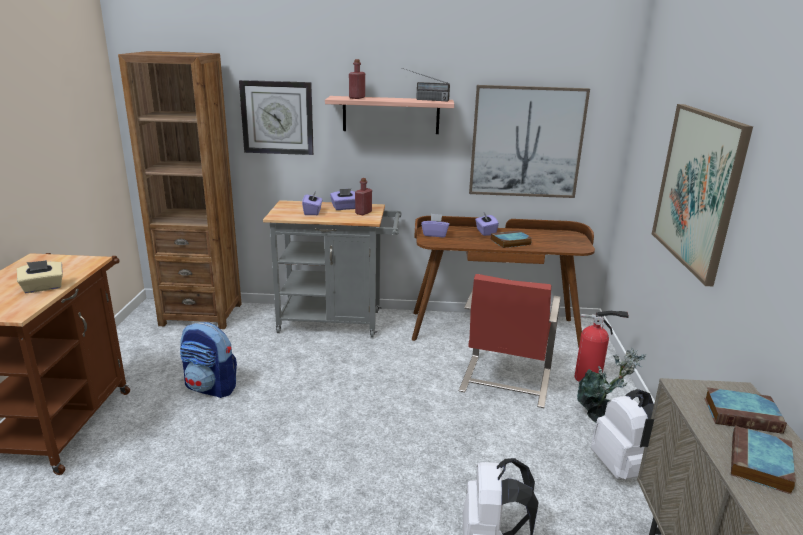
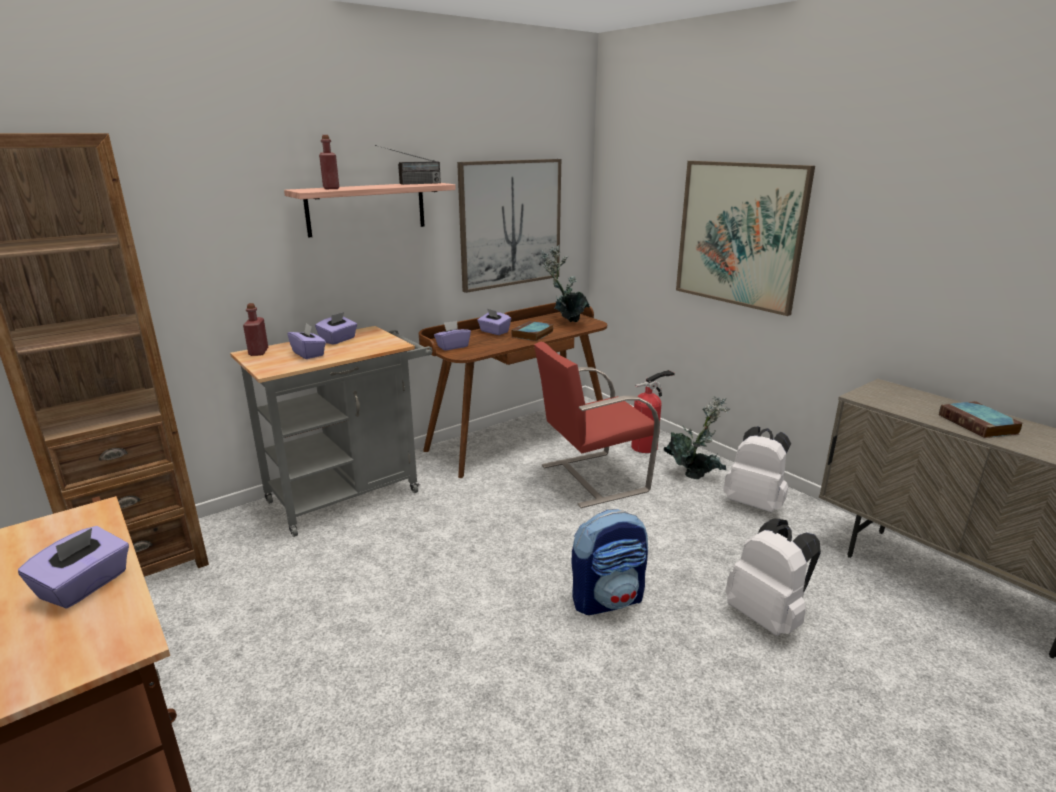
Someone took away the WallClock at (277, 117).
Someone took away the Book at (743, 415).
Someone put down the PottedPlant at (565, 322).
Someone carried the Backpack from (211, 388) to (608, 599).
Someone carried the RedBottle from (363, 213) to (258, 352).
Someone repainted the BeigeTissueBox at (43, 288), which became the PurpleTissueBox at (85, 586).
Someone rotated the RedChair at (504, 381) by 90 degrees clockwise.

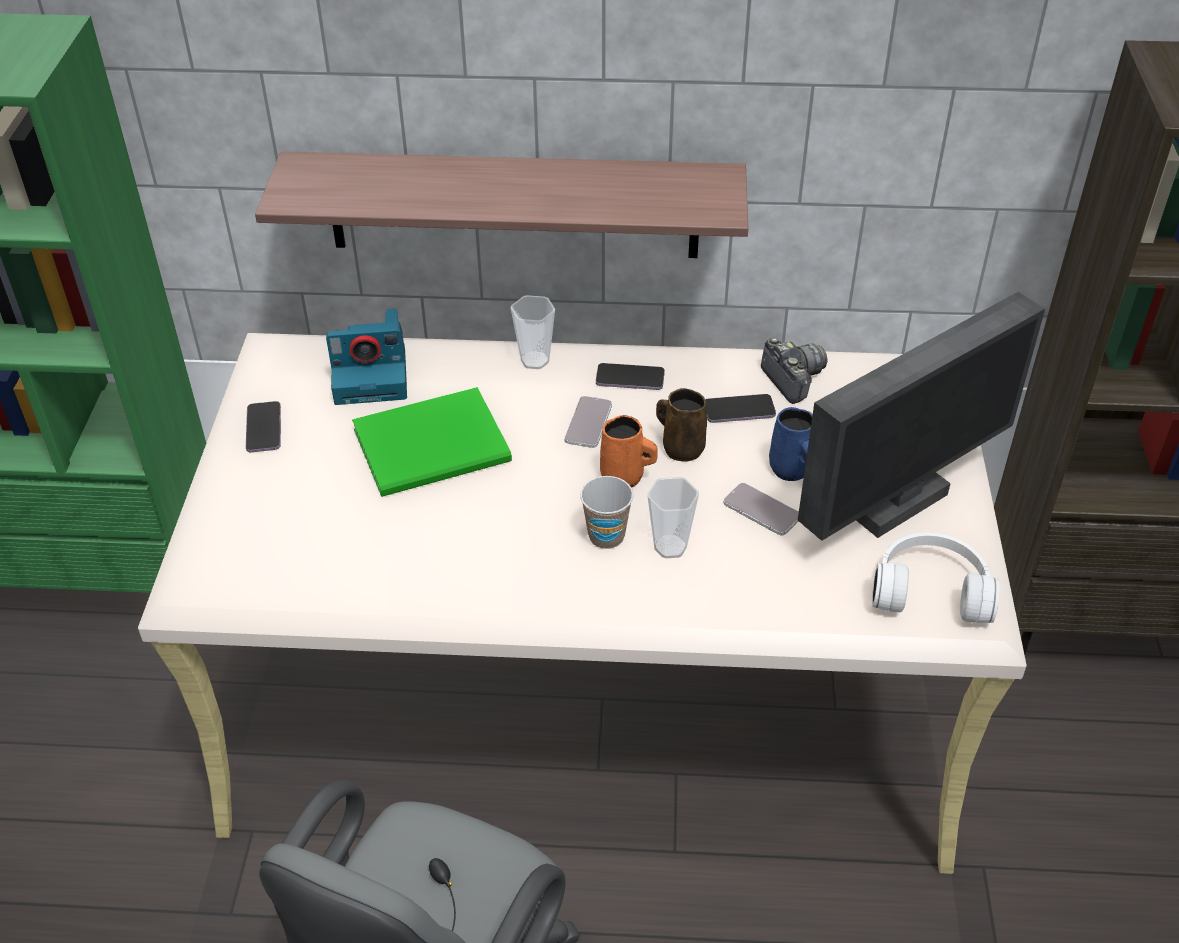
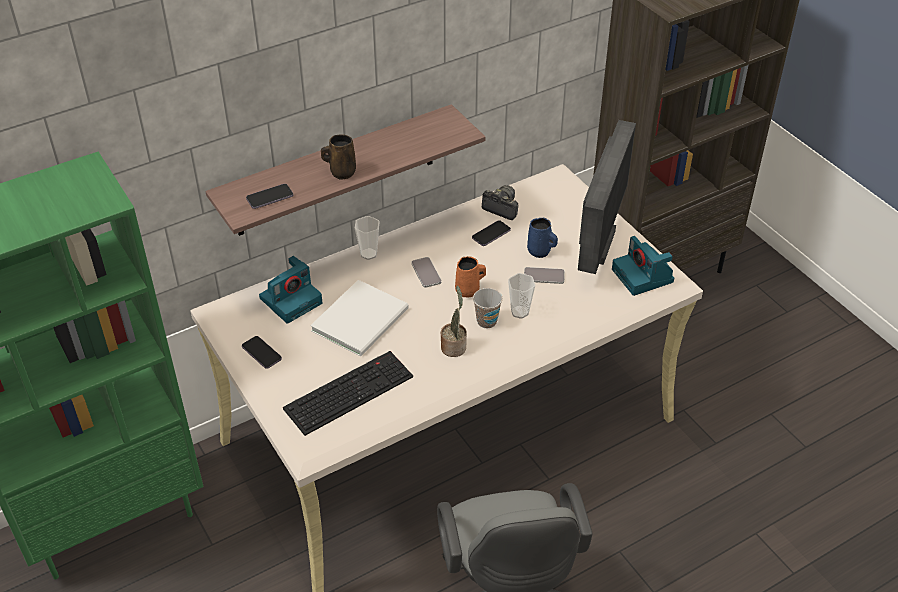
Someone put down the Keyboard at (349, 391).
Someone put down the PottedPlant at (454, 346).
Someone carried the Phone from (630, 378) to (269, 197).
Someone carried the BrownMug from (681, 448) to (341, 172).
Someone swapped the WhiteHeadphones at (930, 589) for the PhotoCamera at (643, 276).
Someone repainted the GreenBook at (437, 447), which became the WhiteBook at (363, 319).

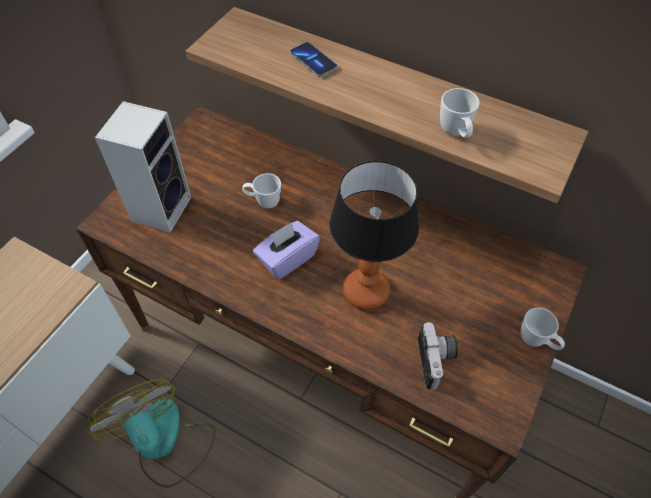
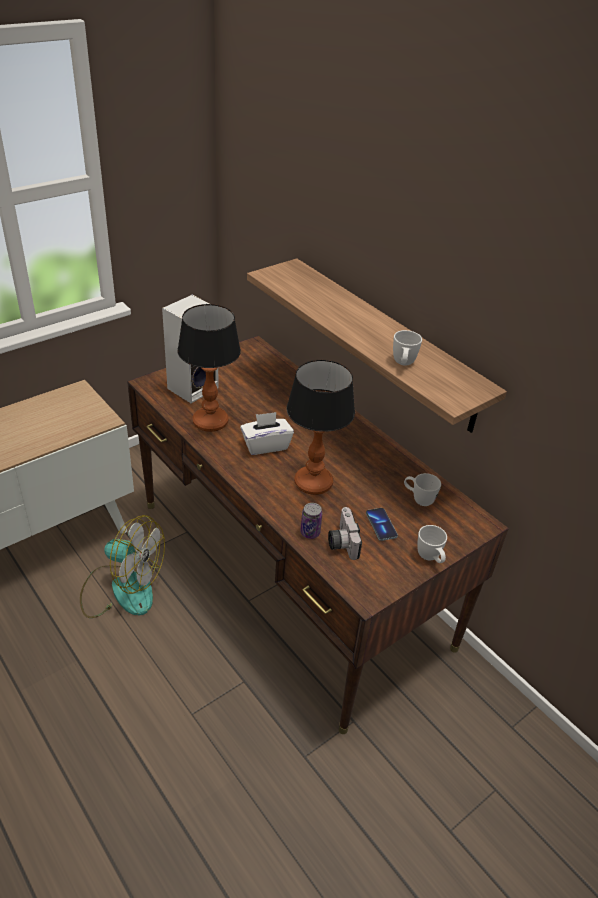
Someone put down the TableLamp at (209, 422).
Someone put down the Can at (310, 532).
Someone carried the WhiteMug from (263, 202) to (418, 499).
Someone carried the Phone from (313, 61) to (381, 525).
Someone repainted the PurpleTissueBox at (287, 259), which became the WhiteTissueBox at (265, 445).
Someone rotated the Fan at (164, 442) by 120 degrees clockwise.
Someone rotated the PhotoCamera at (437, 361) by 150 degrees clockwise.

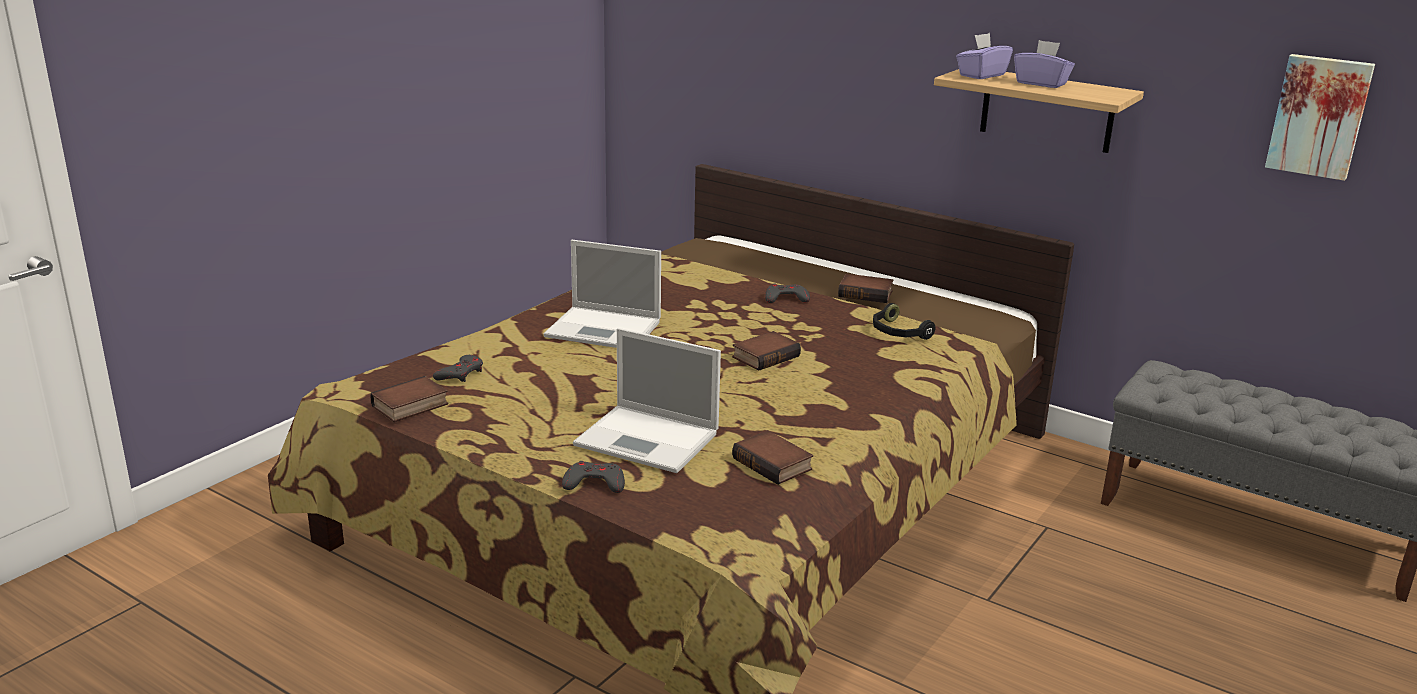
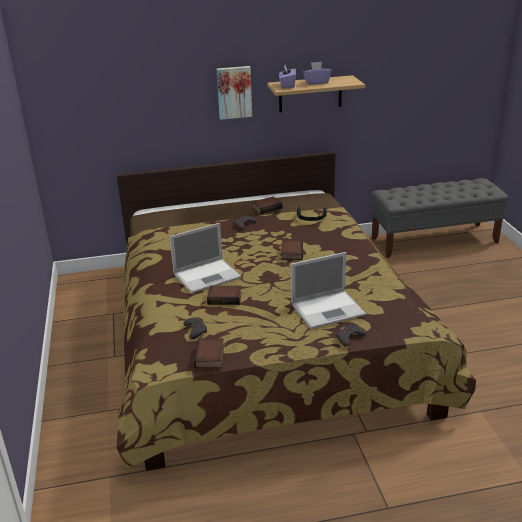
Someone carried the Book from (774, 464) to (225, 298).
Someone carried the Picture from (1319, 116) to (234, 92).

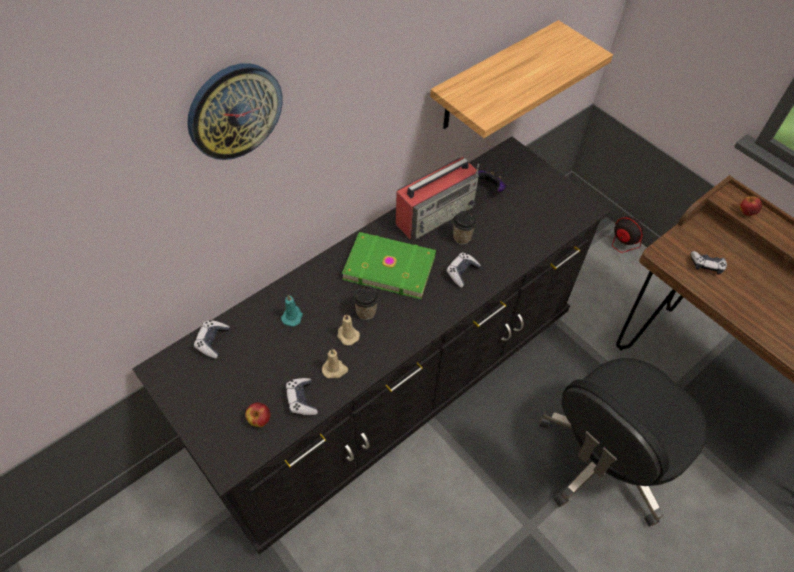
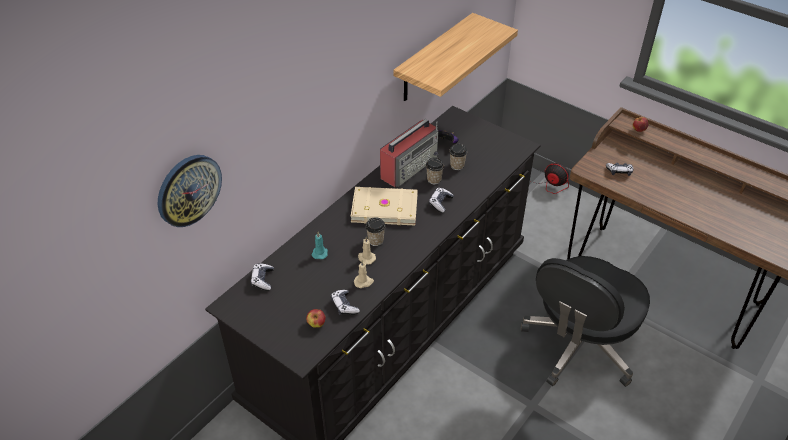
Someone put down the Cup at (457, 166).
Someone carried the WallClock from (234, 111) to (188, 190).
Someone repainted the GreenBook at (389, 266), which became the BeigeBook at (384, 207).

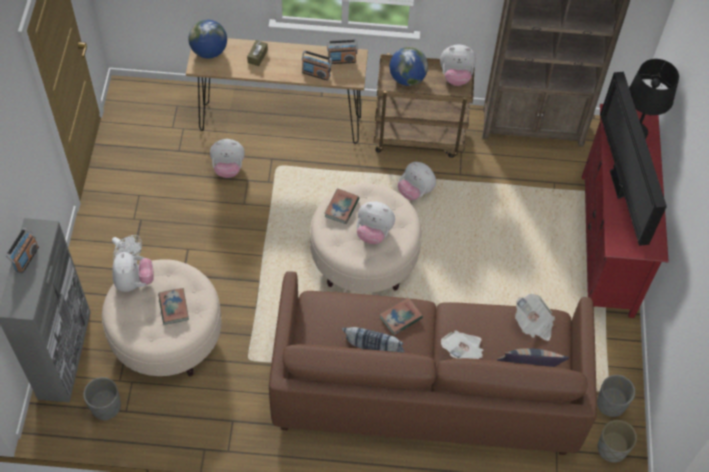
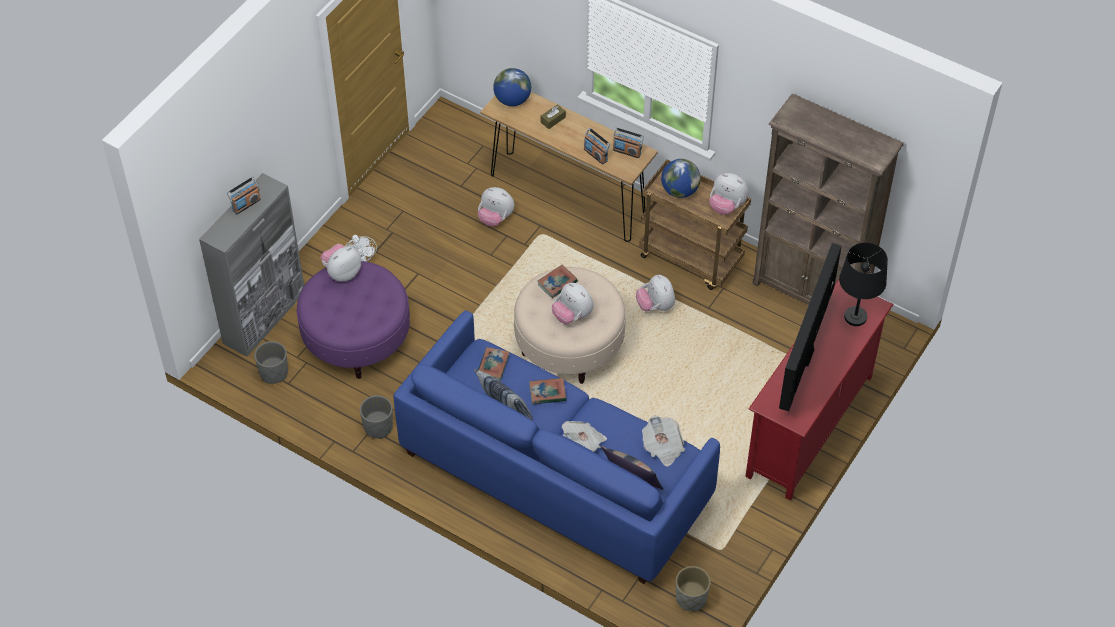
Someone carried the Book from (173, 307) to (493, 365).
Someone carried the GreyPlanter from (610, 404) to (378, 427).
Someone repainted the BeigeOttoman at (167, 337), which became the PurpleOttoman at (357, 338).
Someone repainted the BrownSofa at (426, 387), which became the BlueSofa at (555, 475).
Someone rotated the PlushToy at (134, 282) by 150 degrees counterclockwise.

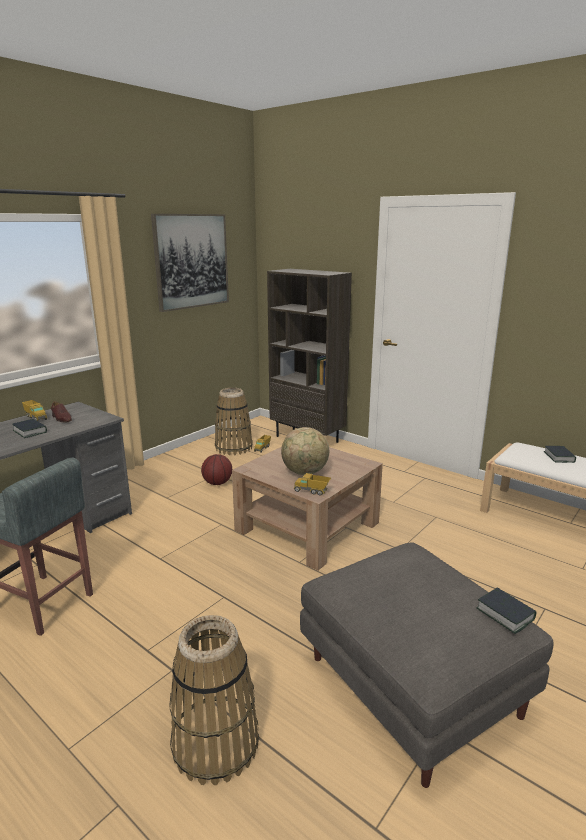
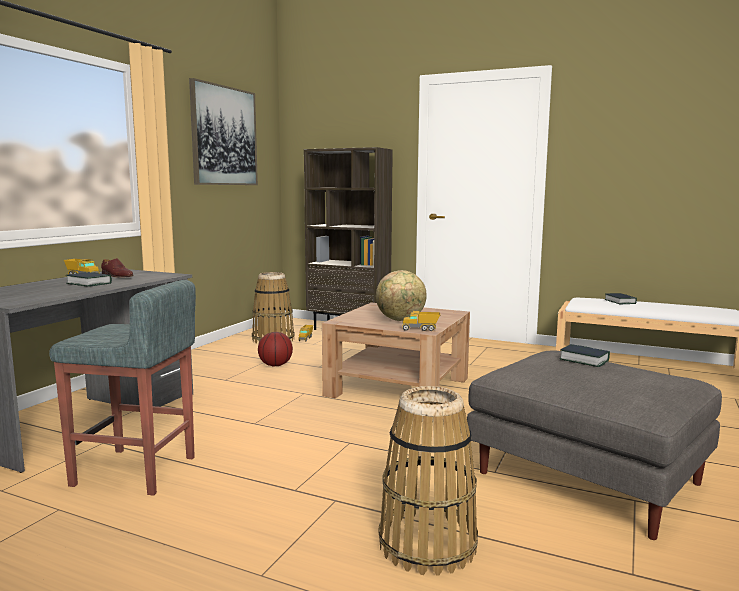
Someone carried the Book from (505, 614) to (584, 360).

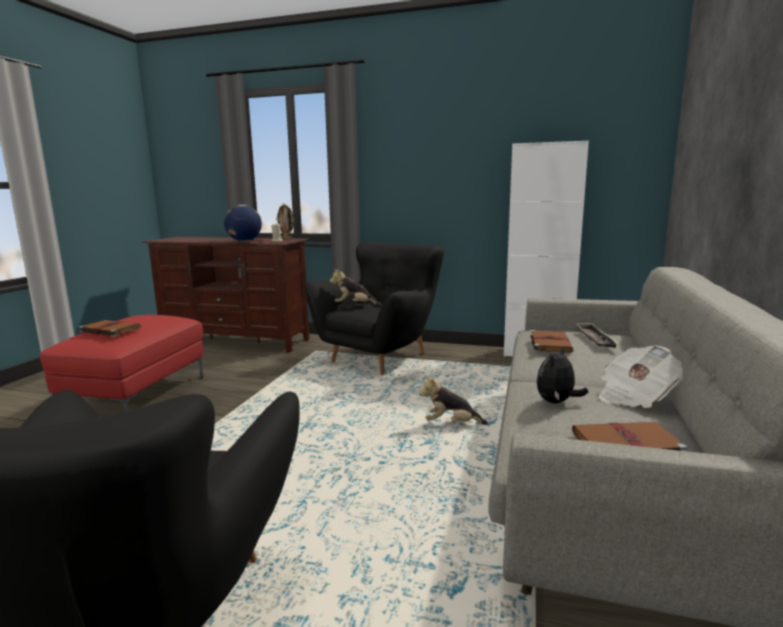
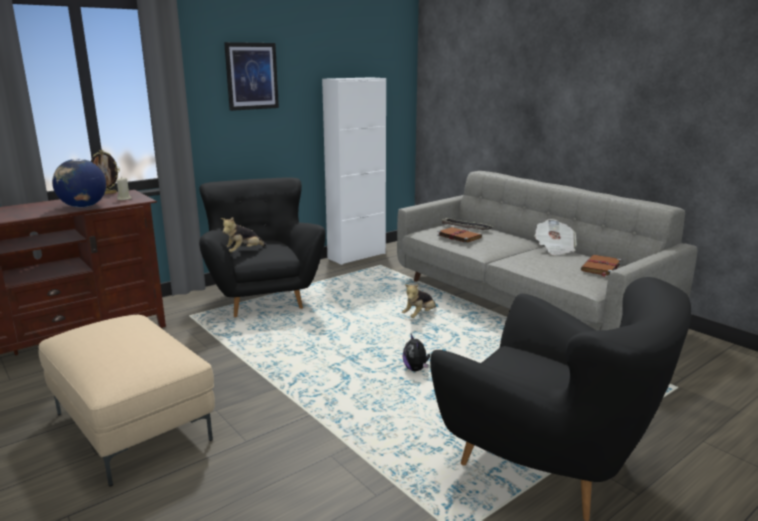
Someone took away the BrownBook at (109, 330).
Someone put up the Picture at (252, 76).
Someone carried the PlushToy from (557, 402) to (416, 369).
Someone repainted the RedOttoman at (137, 396), which became the BeigeOttoman at (134, 426).

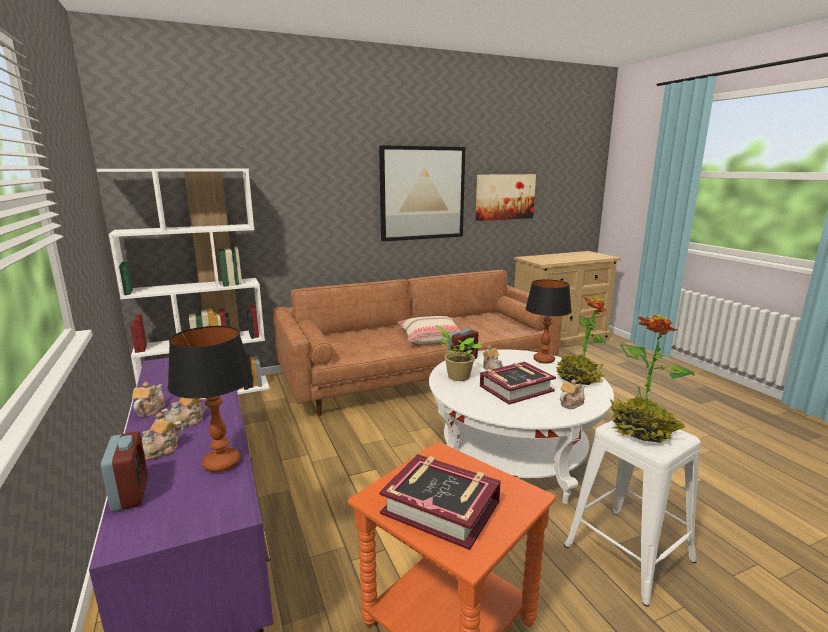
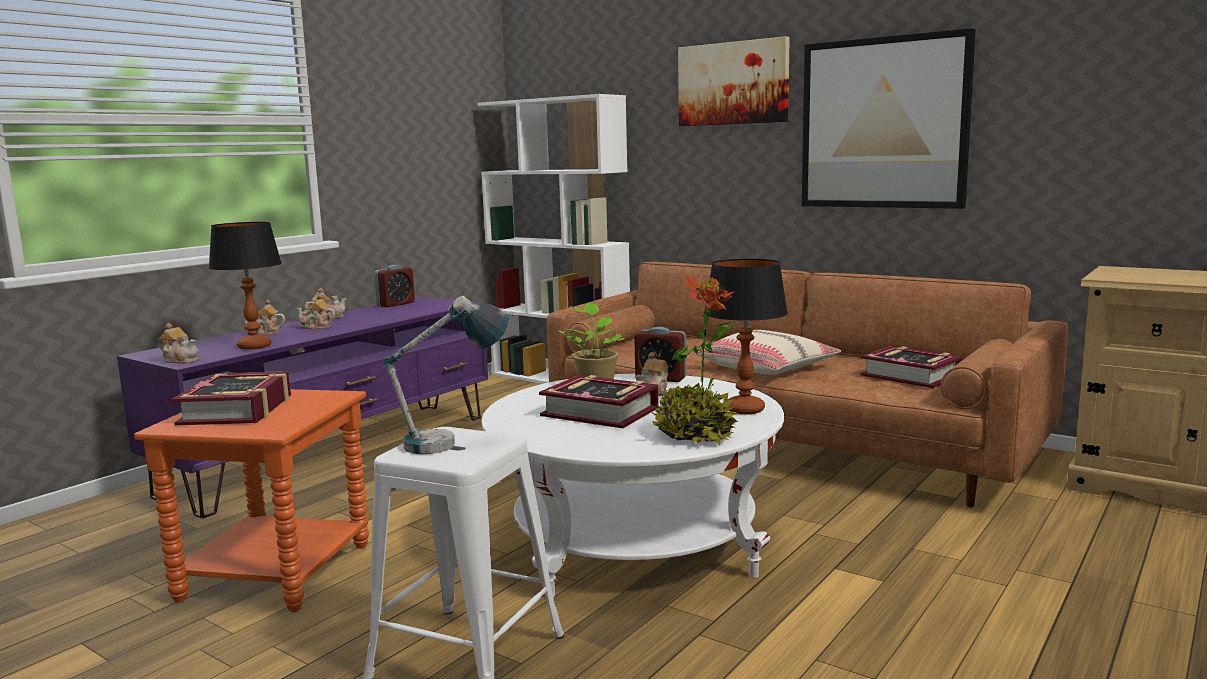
Someone put down the Book at (911, 376).
Someone carried the AlarmClock from (130, 493) to (396, 304).
Someone carried the Picture from (504, 197) to (733, 83).
Someone carried the Teapot from (570, 404) to (181, 360).
Someone swapped the PottedPlant at (642, 432) for the TableLamp at (452, 443).

